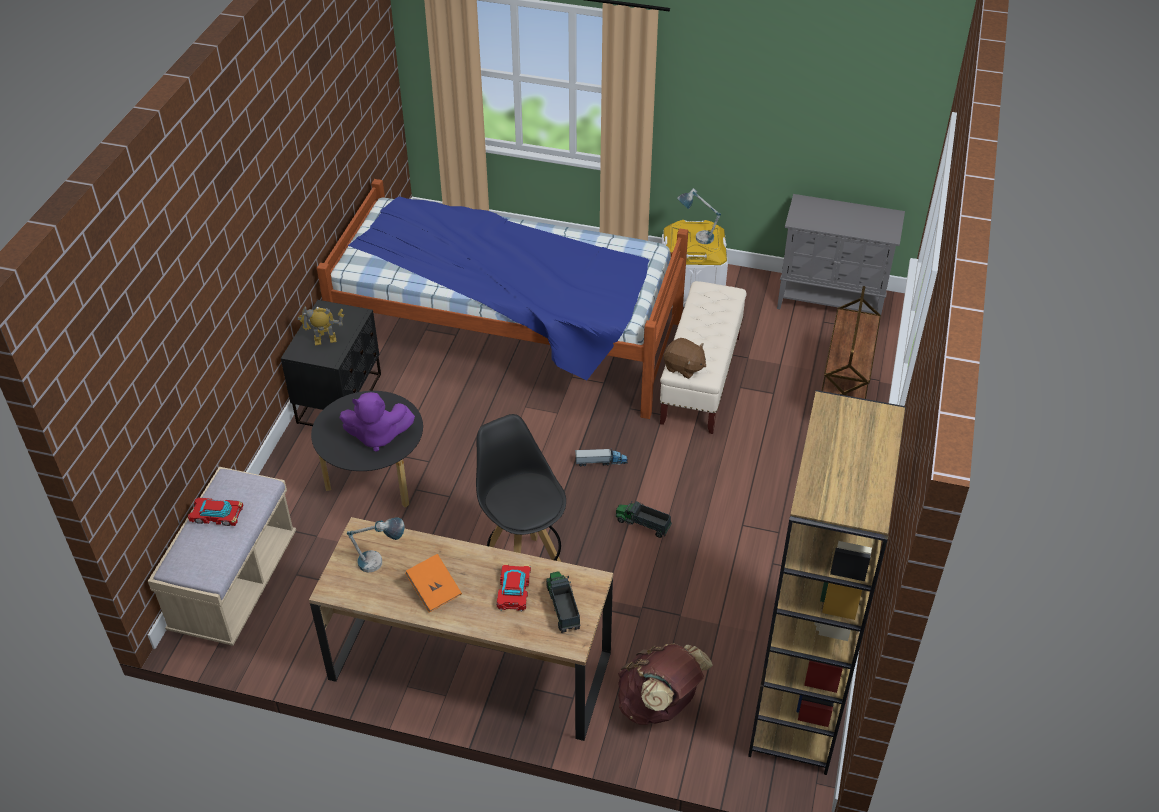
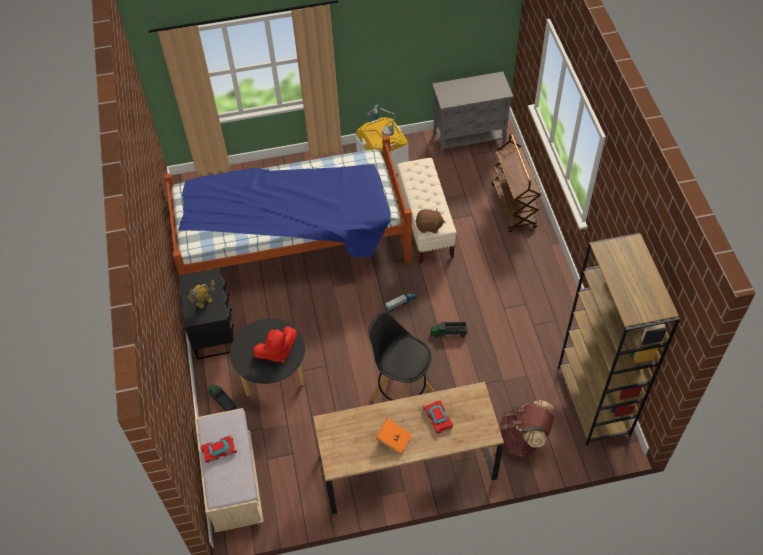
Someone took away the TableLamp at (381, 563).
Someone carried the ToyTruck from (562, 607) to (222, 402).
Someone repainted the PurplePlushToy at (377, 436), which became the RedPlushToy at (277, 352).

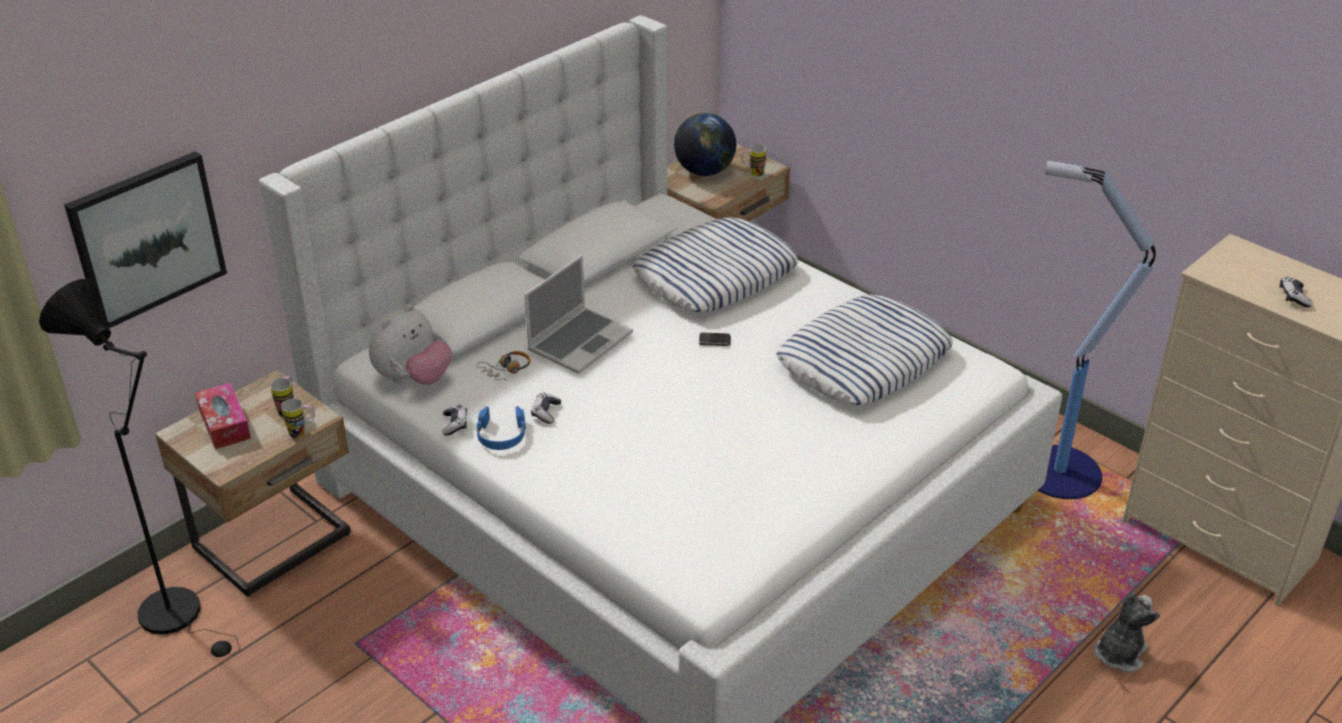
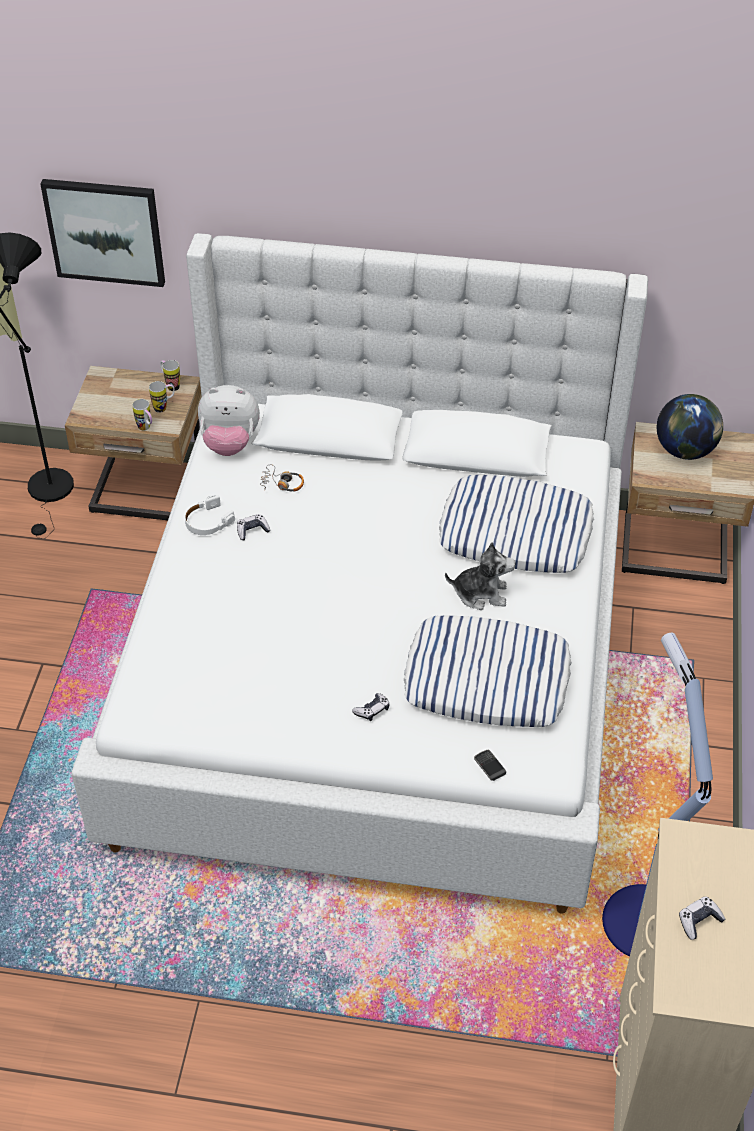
Someone took away the TissueBox at (224, 424).
Someone took away the Laptop at (580, 341).
Someone carried the GameController from (455, 424) to (372, 710).
Someone carried the Phone from (714, 341) to (489, 766).
Someone carried the Mug from (753, 174) to (170, 385).
Someone carried the PlushToy from (1119, 654) to (480, 593).
Someone repainted the BlueHeadphones at (501, 435), which became the WhiteHeadphones at (208, 522).

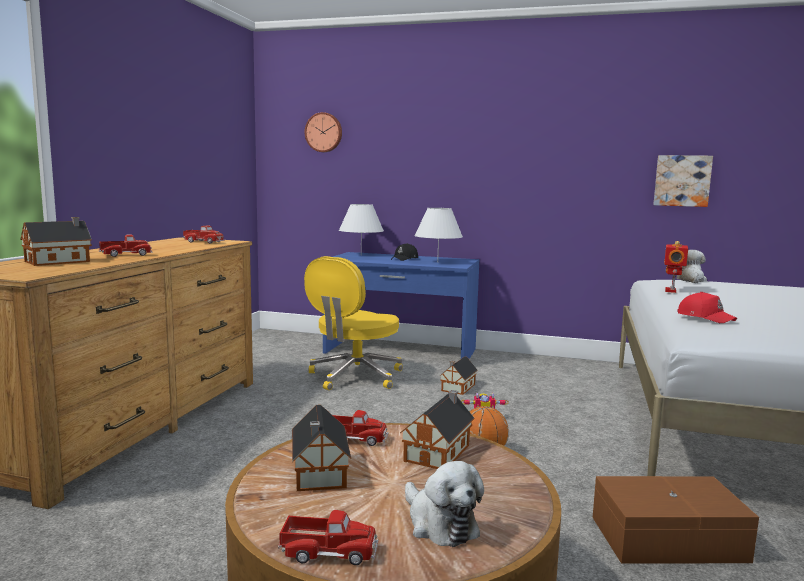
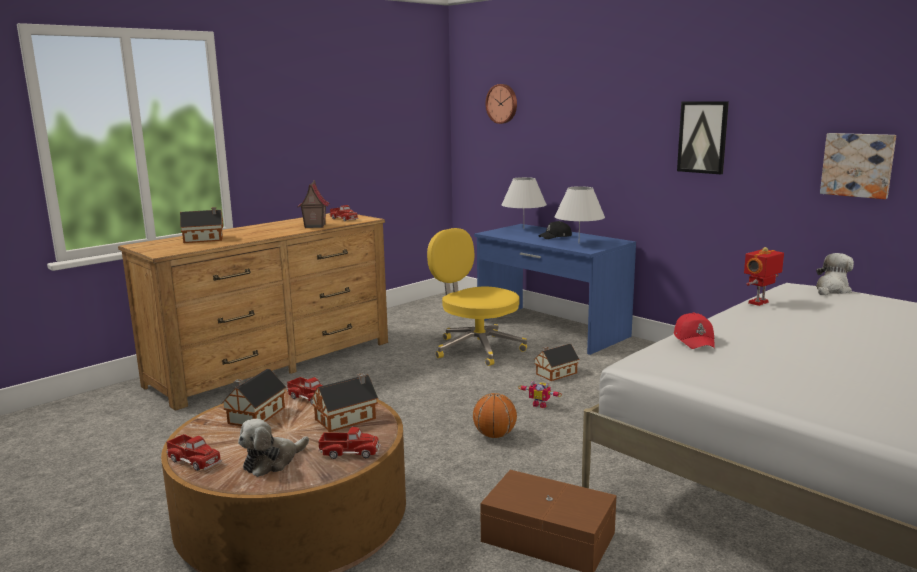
Someone put down the ToyHouse at (314, 226).
Someone put up the Picture at (703, 137).
Someone carried the ToyTruck from (126, 255) to (350, 452).
Someone rotated the YellowOfficeChair at (354, 376) by 75 degrees clockwise.
Someone rotated the PlushToy at (439, 523) by 45 degrees clockwise.

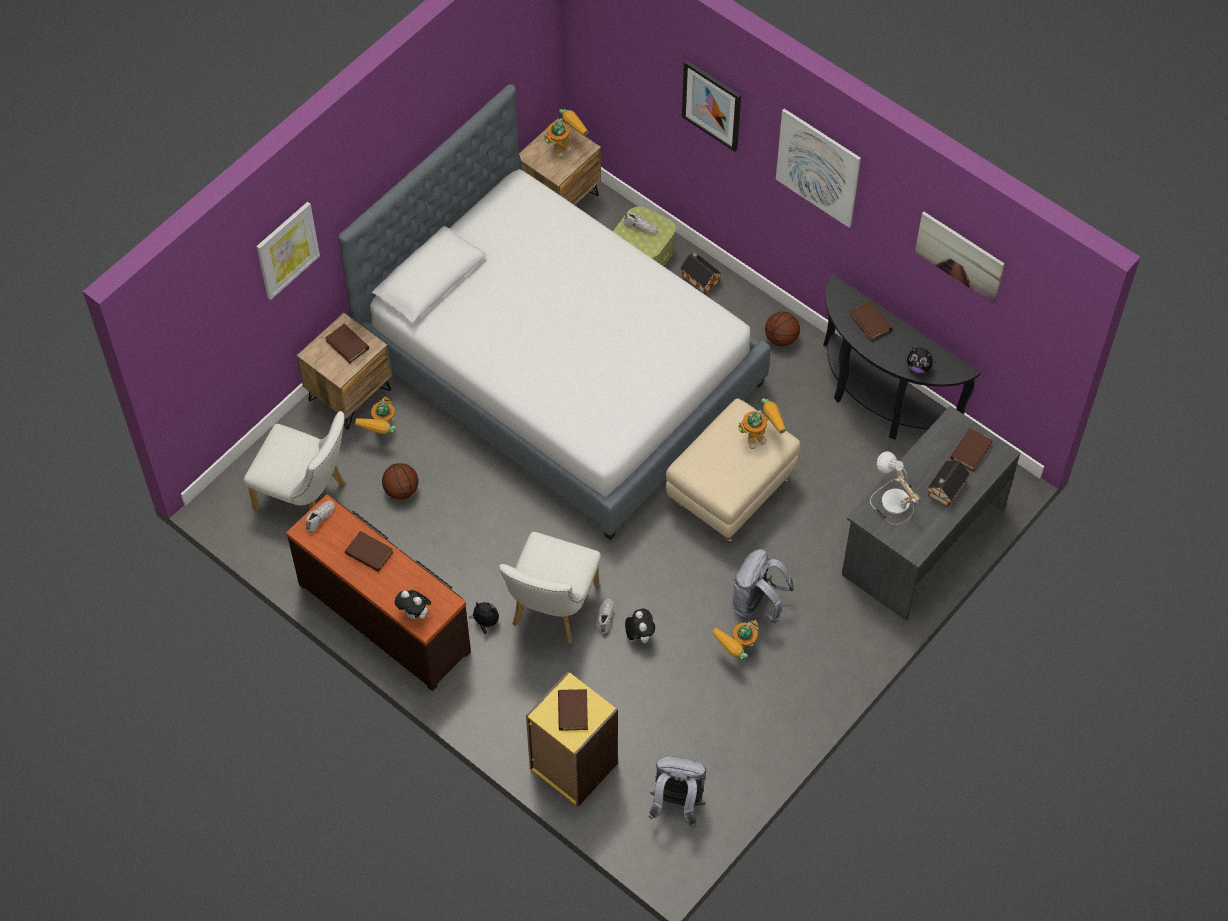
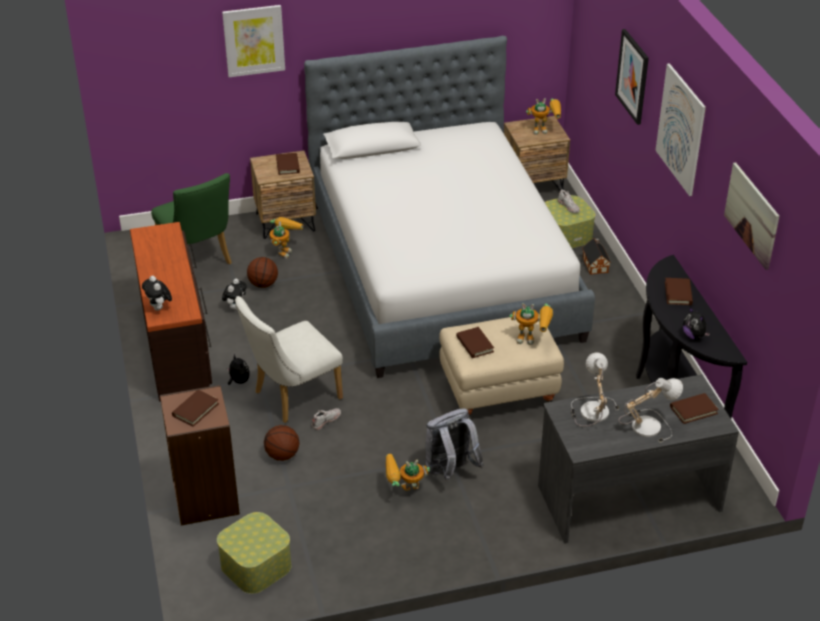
Someone took away the WhiteShoe at (319, 517).
Someone carried the BrownBook from (369, 553) to (474, 344).
Someone carried the PlushToy from (639, 635) to (235, 307).
Someone carried the Basketball from (781, 338) to (283, 455).
Someone swapped the GreyBackpack at (677, 804) for the StorageBox at (256, 565).
Someone swapped the ToyHouse at (945, 489) for the TableLamp at (646, 424).
Someone repainted the WhiteChair at (306, 498), which became the GreenChair at (198, 260).
Someone repainted the YellowBookcase at (573, 767), which became the BrownBookcase at (205, 498).
Someone rotated the ToyRobot at (382, 433) by 150 degrees clockwise.

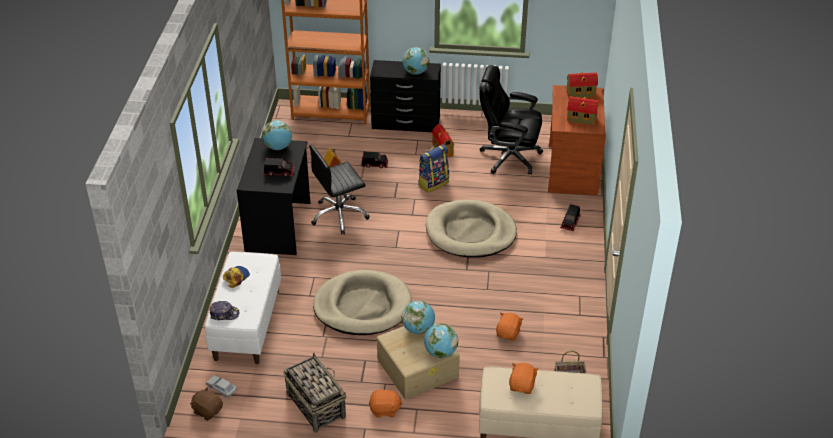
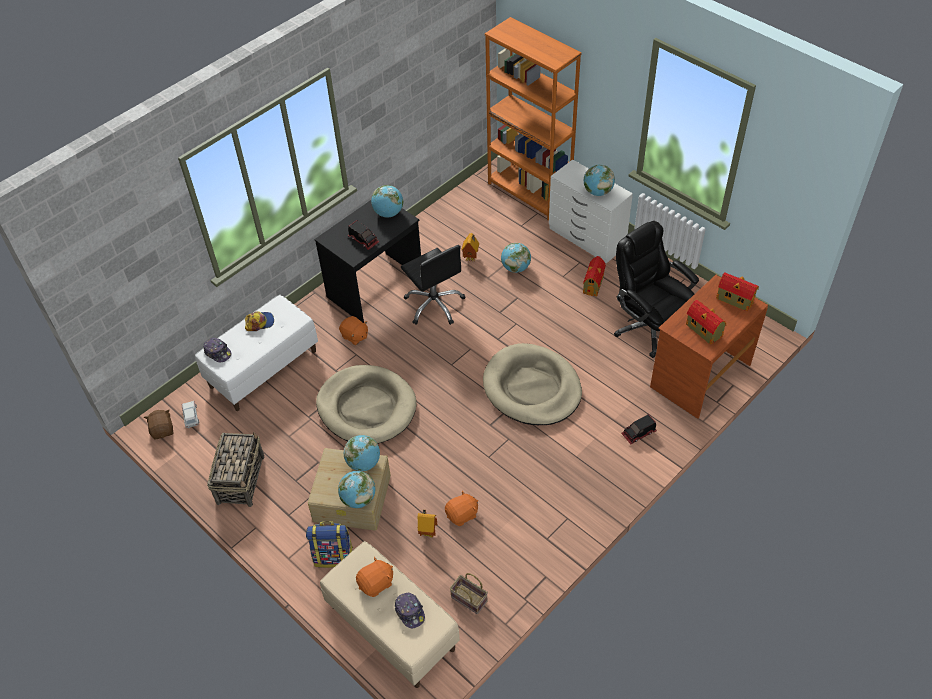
Someone put down the Cap at (410, 612).
Someone put down the ToyHouse at (428, 532).
Someone carried the OrangePlushToy from (385, 410) to (355, 336).
Someone carried the Backpack from (433, 183) to (334, 556).
Someone swapped the ToyTruck at (375, 164) for the Globe at (515, 268).
Someone repainted the BlackDresser at (406, 123), which became the WhiteDresser at (586, 238).
Someone rotated the BlackOfficeChair at (339, 216) by 135 degrees counterclockwise.

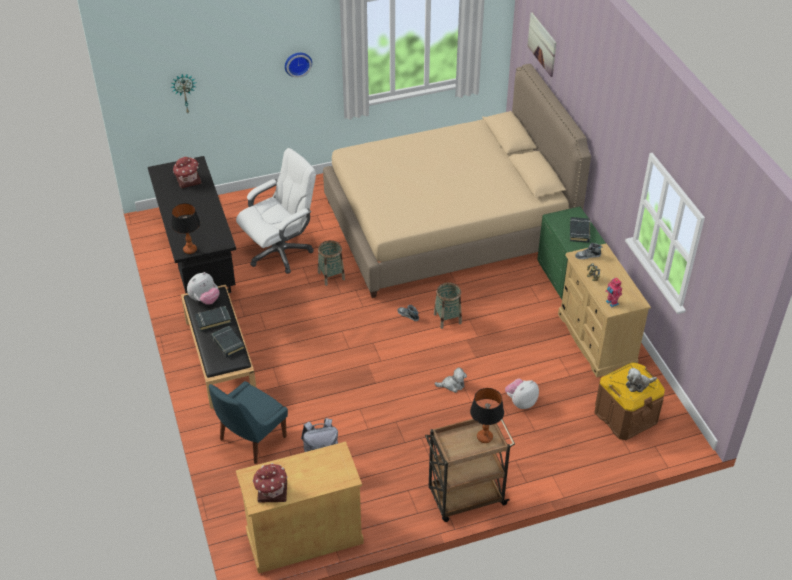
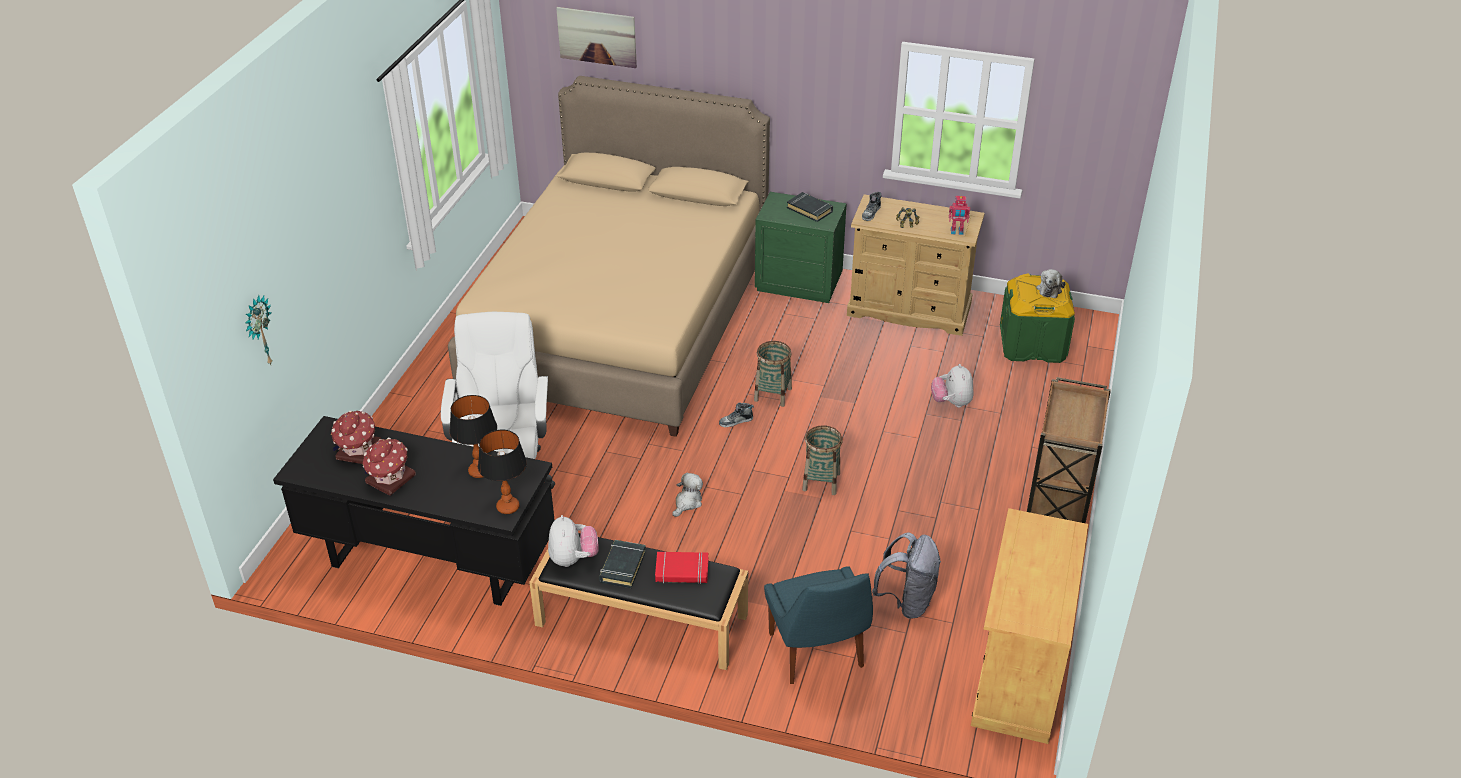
Someone took away the WallClock at (297, 63).
Someone carried the ToyHouse from (271, 492) to (390, 480).
Someone carried the Basket from (331, 276) to (821, 482).
Someone carried the PlushToy from (452, 385) to (687, 502).
Someone carried the TableLamp from (484, 437) to (479, 471).
Someone repainted the BlackBook at (228, 343), which became the RedBook at (682, 571).
Someone repainted the BrownStorageBox at (625, 416), which became the GreenStorageBox at (1032, 344).

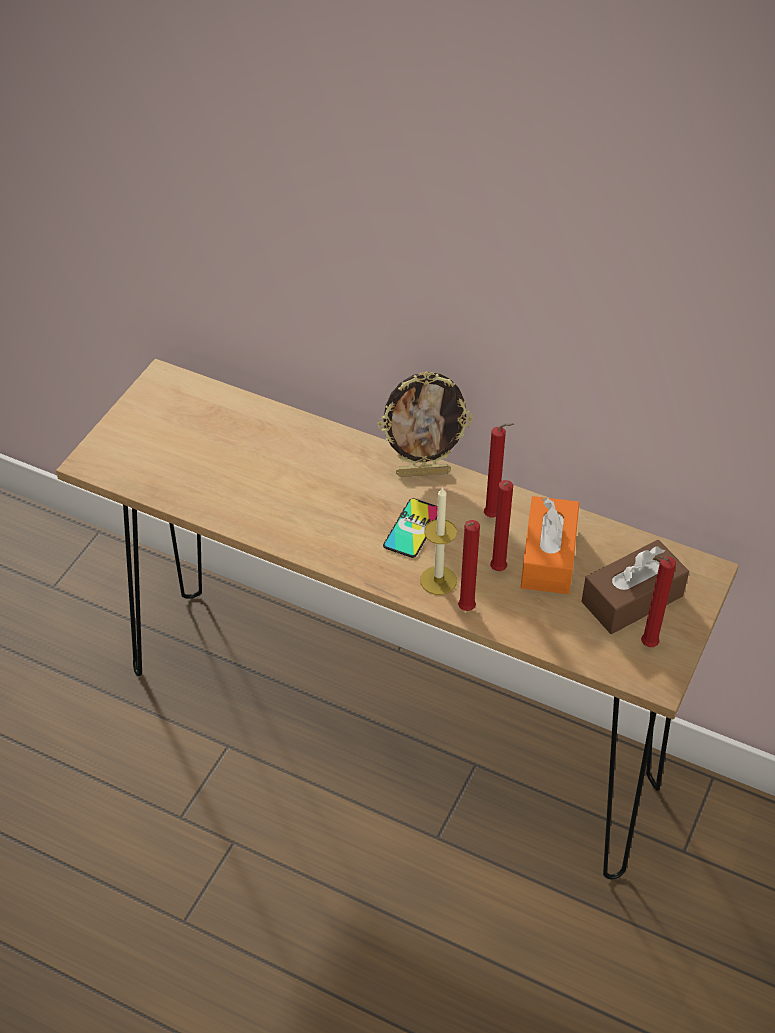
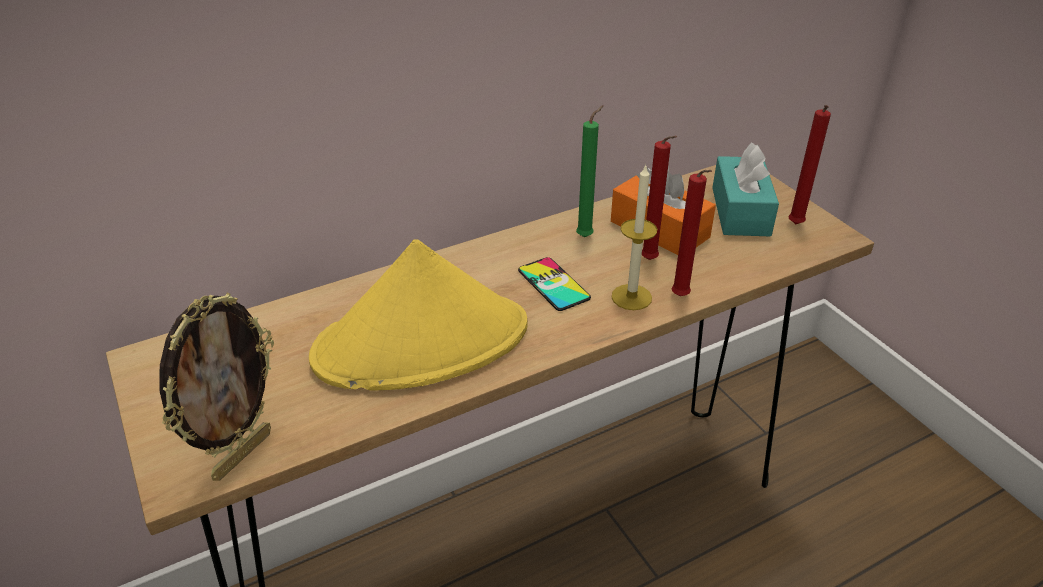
Someone put down the YellowHat at (422, 342).
Someone carried the PictureFrame from (423, 472) to (241, 454).
Someone repainted the RedCandle at (494, 516), which became the GreenCandle at (586, 236).
Someone repainted the BrownTissueBox at (632, 599), which became the TurquoiseTissueBox at (740, 211).

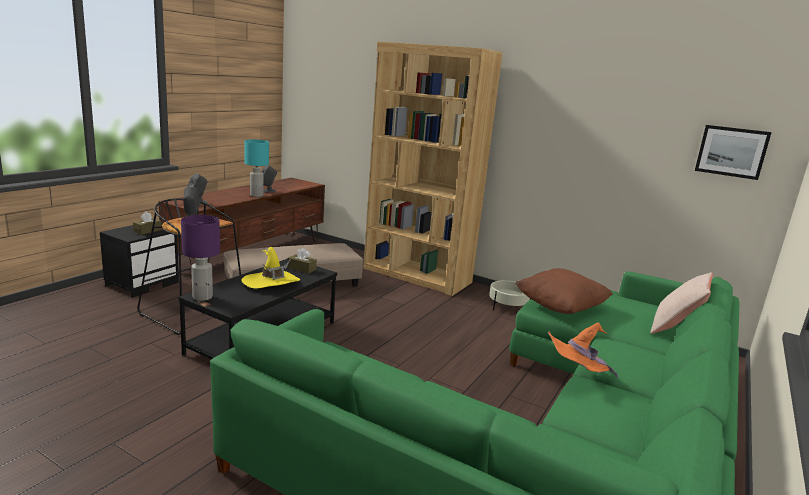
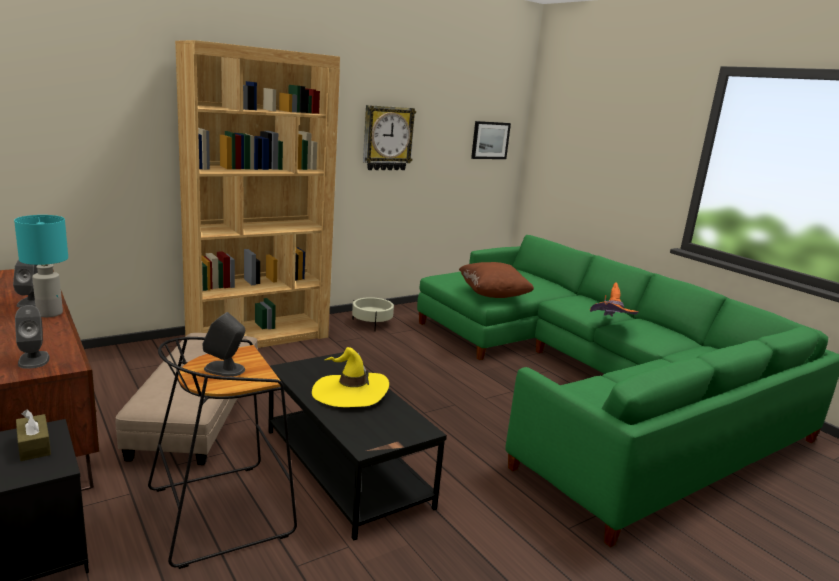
Someone took away the PurpleTableLamp at (203, 297).
Someone took away the BrownTissueBox at (301, 269).
Someone took away the BeigePillow at (675, 327).
Someone put up the WallClock at (387, 138).

